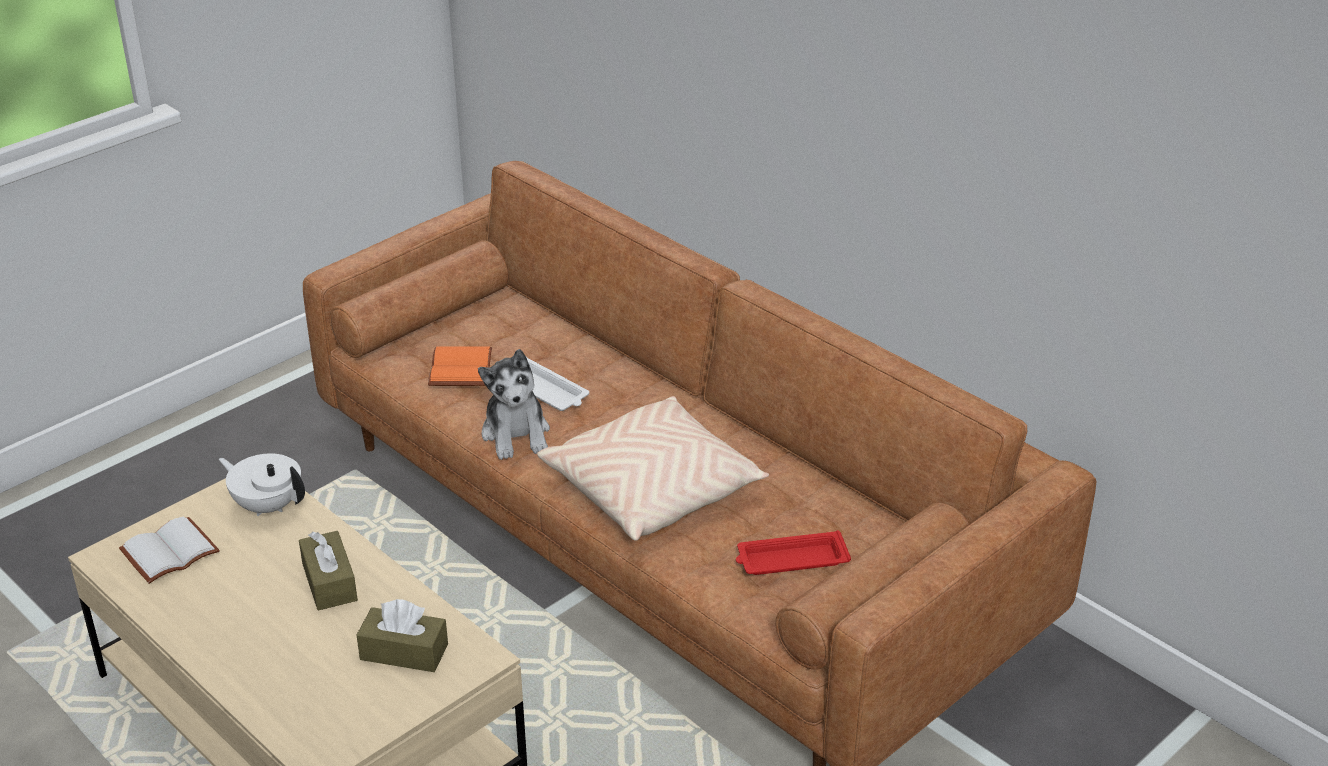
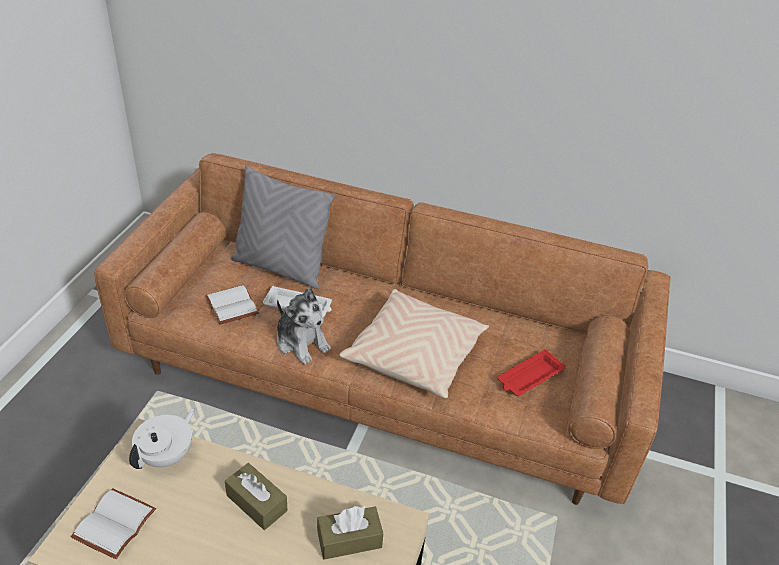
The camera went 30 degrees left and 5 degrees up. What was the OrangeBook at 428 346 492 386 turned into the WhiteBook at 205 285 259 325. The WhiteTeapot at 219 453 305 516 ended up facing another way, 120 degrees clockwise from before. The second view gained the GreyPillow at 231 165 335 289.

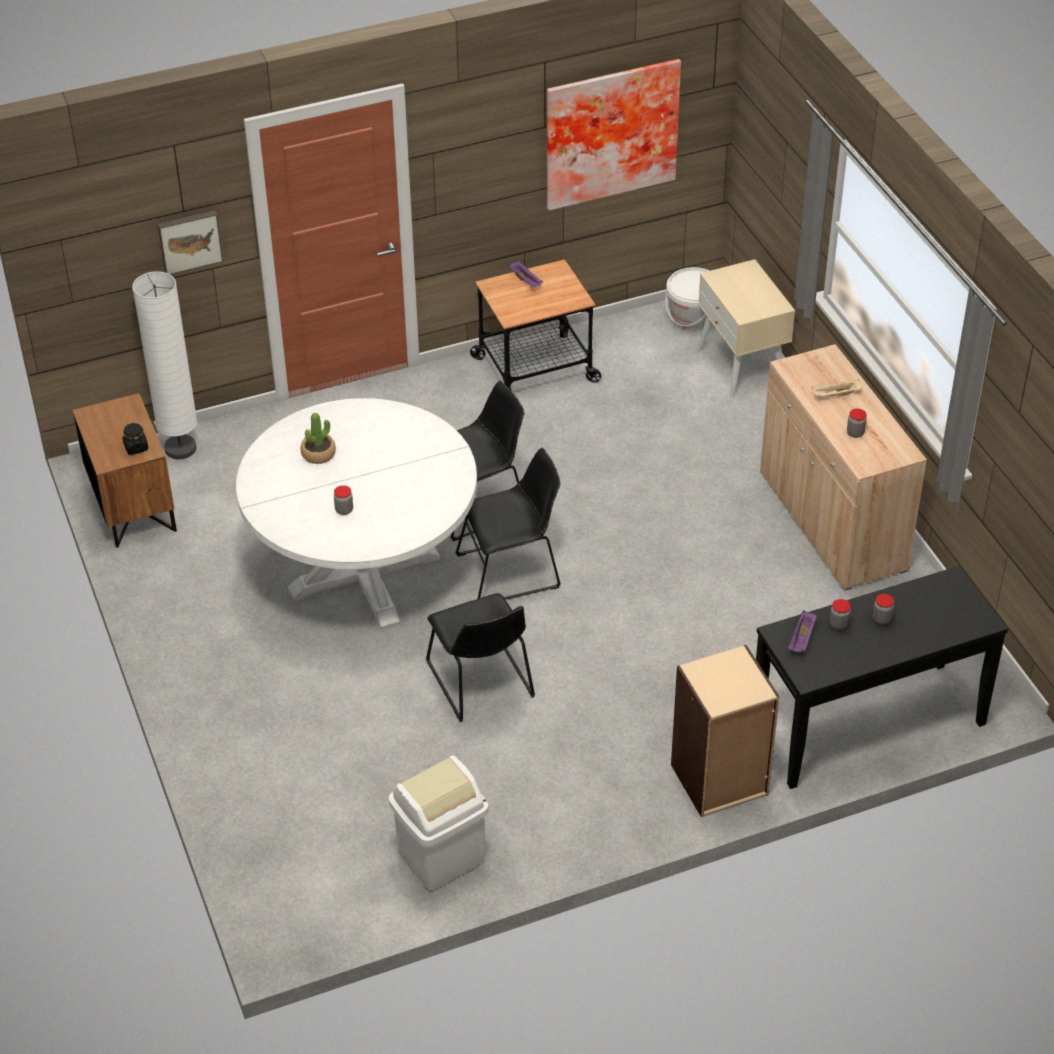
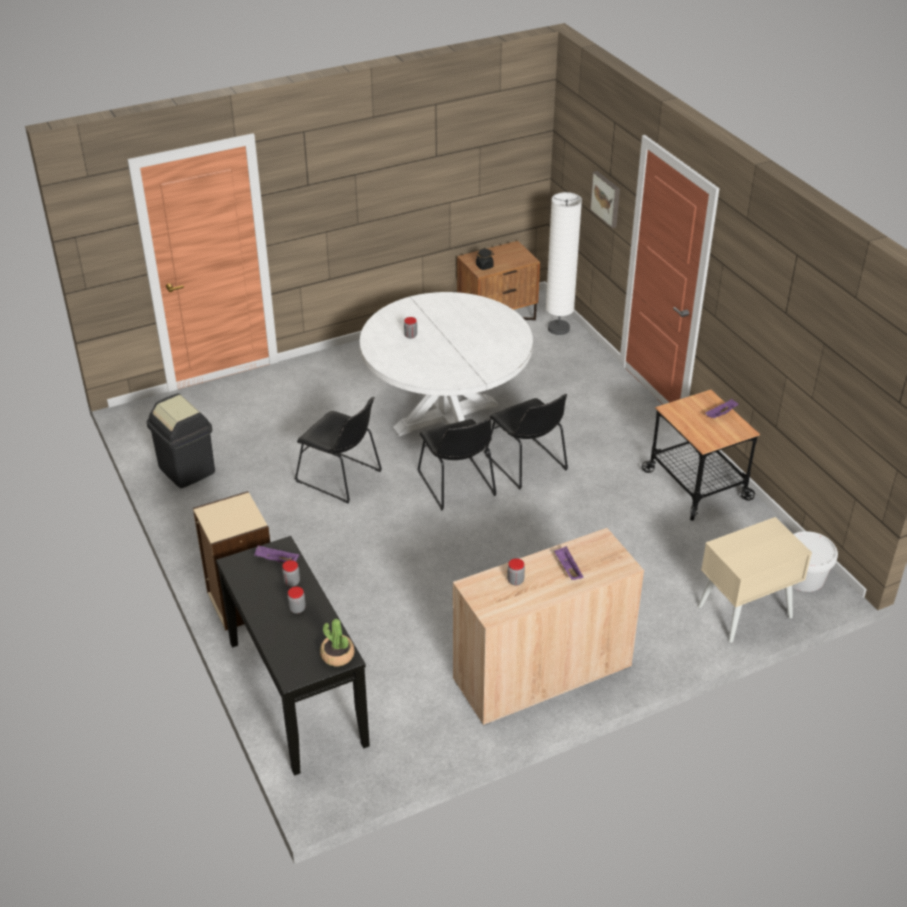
The camera went 85 degrees right and 5 degrees down. The second view lost the Picture at 547 59 681 210. What was the BeigeTray at 812 379 862 397 turned into the PurpleTray at 554 546 584 580. The PottedPlant ended up elsewhere, having gone from 300 413 336 464 to 320 619 354 666. The BlackChair at 426 593 535 722 ended up facing another way, 120 degrees counterclockwise from before. What was the WhiteTrashCan at 389 756 488 890 turned into the BlackTrashCan at 147 393 215 488.

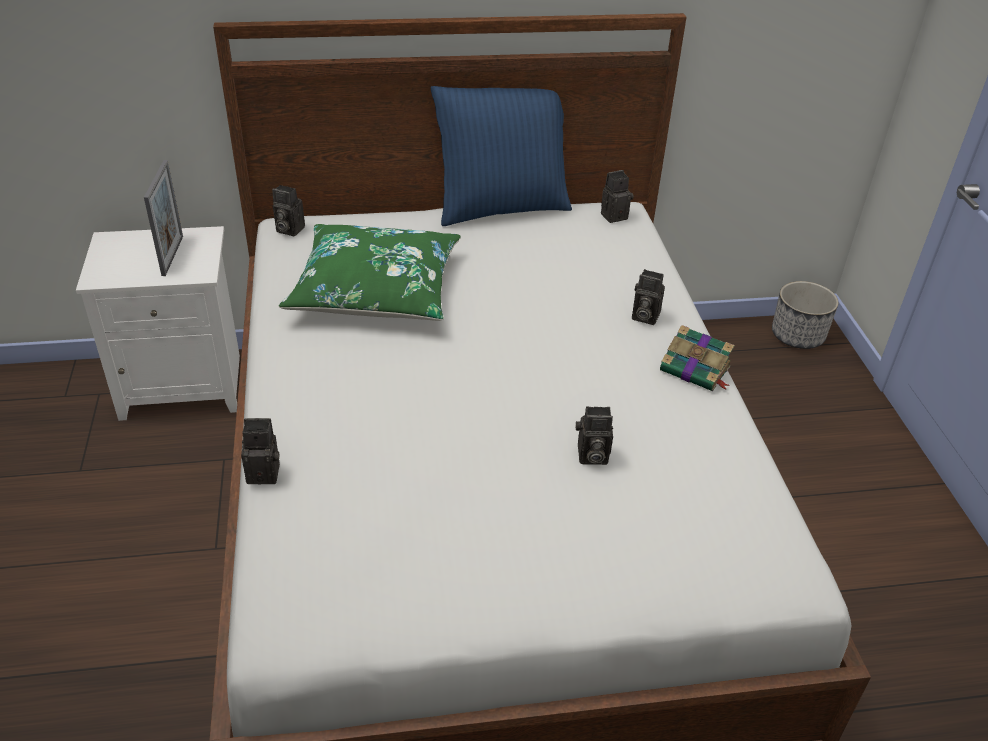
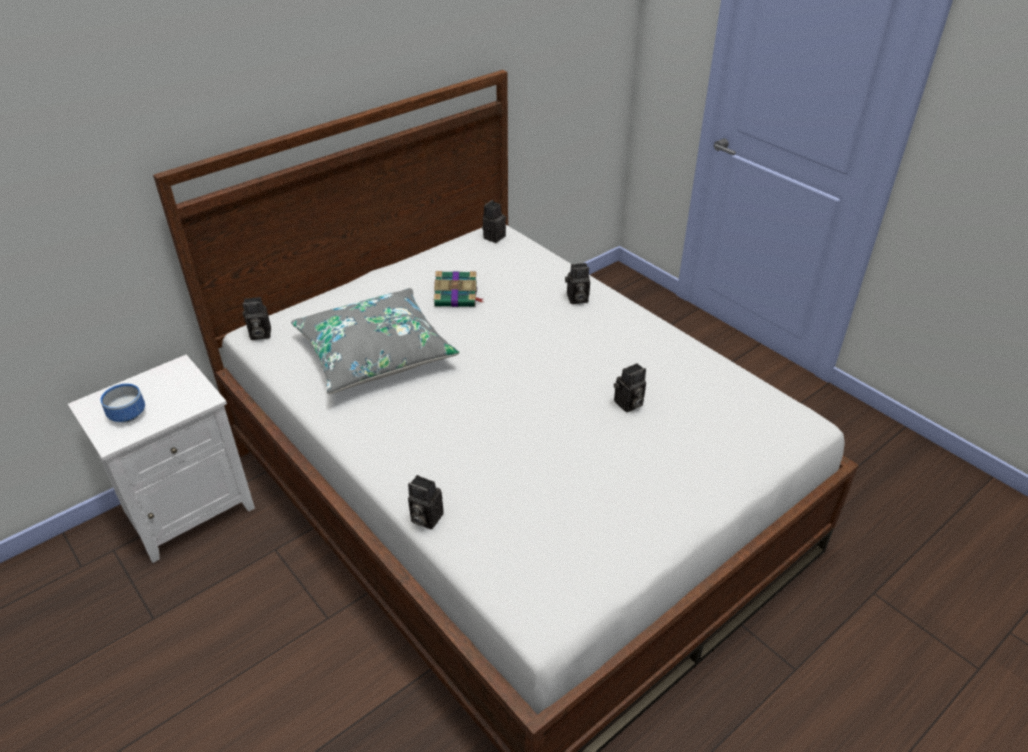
The camera went 30 degrees left and 0 degrees up. The second view lost the BluePillow at 431 86 572 226. The second view lost the PictureFrame at 144 160 183 276. What was the GreenPillow at 279 224 461 321 turned into the GreyPillow at 291 288 459 394. The second view lost the Planter at 772 281 839 349. The Book ended up elsewhere, having gone from 660 325 734 391 to 434 271 483 307. The PhotoCamera at 241 418 280 484 ended up facing another way, 120 degrees counterclockwise from before. The second view gained the Bowl at 100 384 145 422.

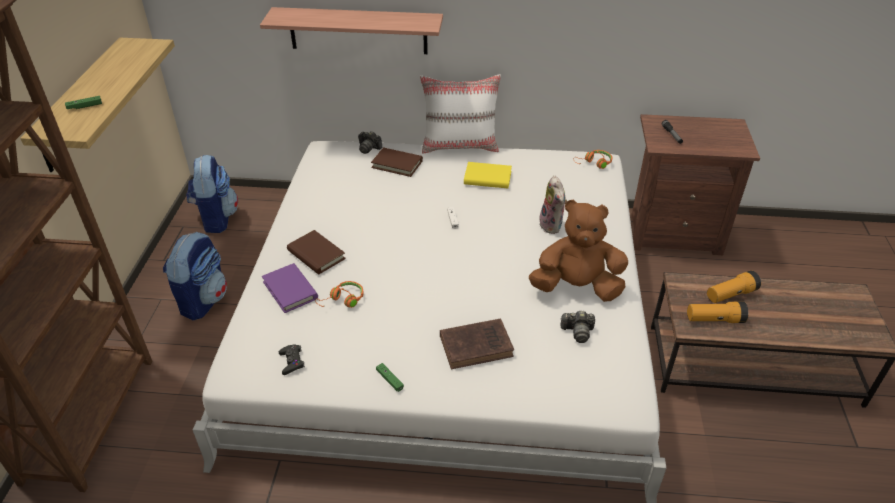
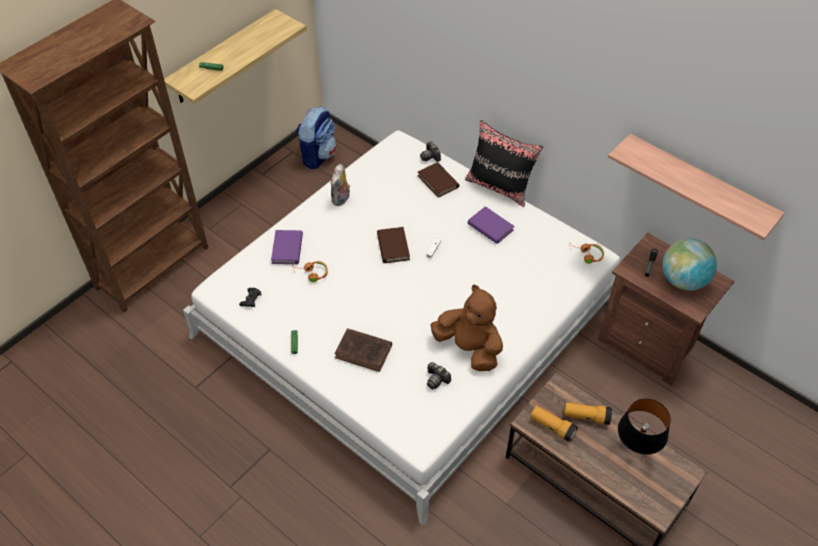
The camera went 35 degrees right and 10 degrees up. The Shelf ended up elsewhere, having gone from 260 7 443 54 to 608 134 785 240. What was the WhitePillow at 420 74 501 153 turned into the BlackPillow at 465 120 543 207. What was the YellowBook at 464 162 512 188 turned into the PurpleBook at 468 206 514 244. The PlushToy ended up elsewhere, having gone from 539 176 567 234 to 331 164 350 206. The BrownBook ended up elsewhere, having gone from 287 230 346 274 to 377 227 410 263. The second view lost the Backpack at 163 232 227 320. The second view gained the Globe at 662 238 717 290. The second view gained the BlackTableLamp at 618 399 671 455.

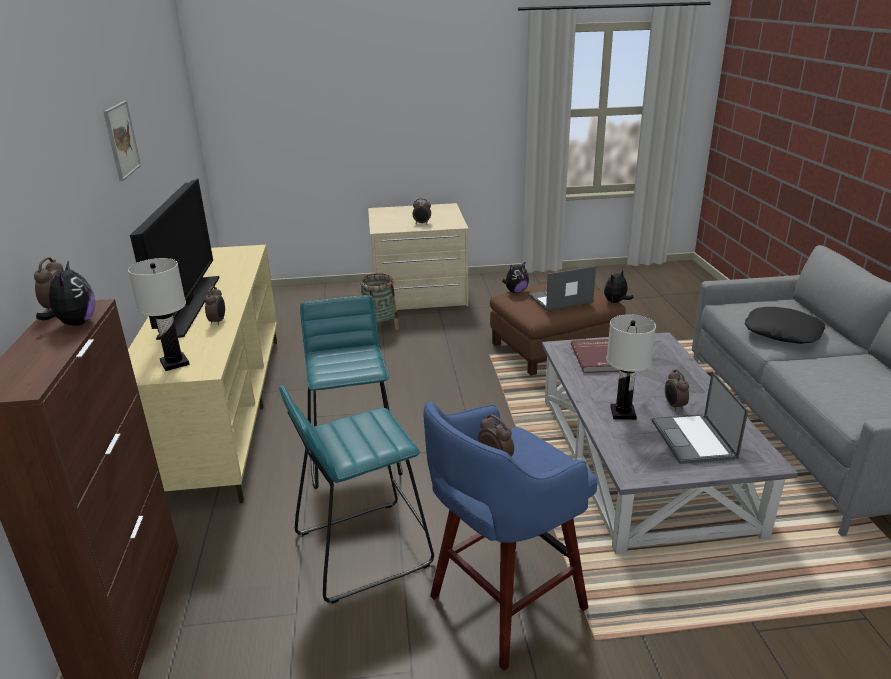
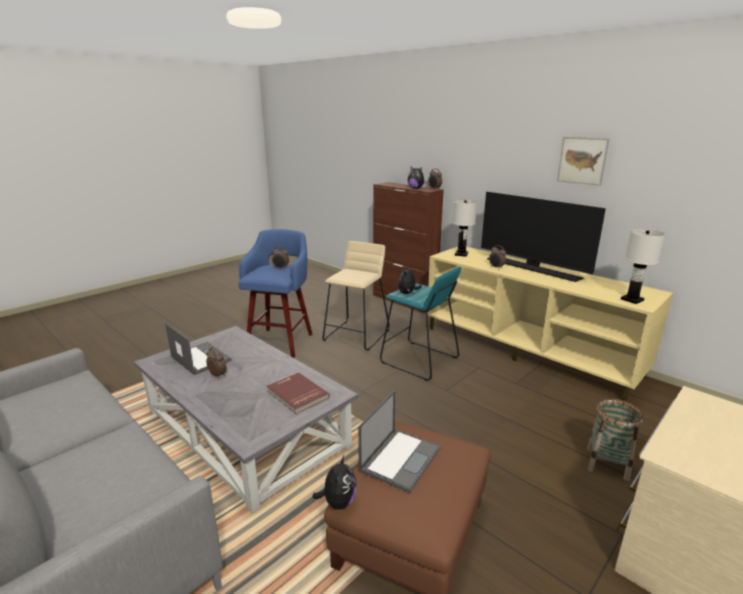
The camera went 140 degrees right and 5 degrees down. The second view lost the AlarmClock at 412 198 431 224. The PlushToy ended up elsewhere, having gone from 502 261 529 293 to 398 266 422 294. The second view lost the BlackPillow at 745 307 825 344. The WhiteTableLamp ended up elsewhere, having gone from 606 314 656 420 to 621 229 665 304. What was the TurquoiseStool at 279 385 434 604 turned into the BeigeStool at 322 241 390 351.

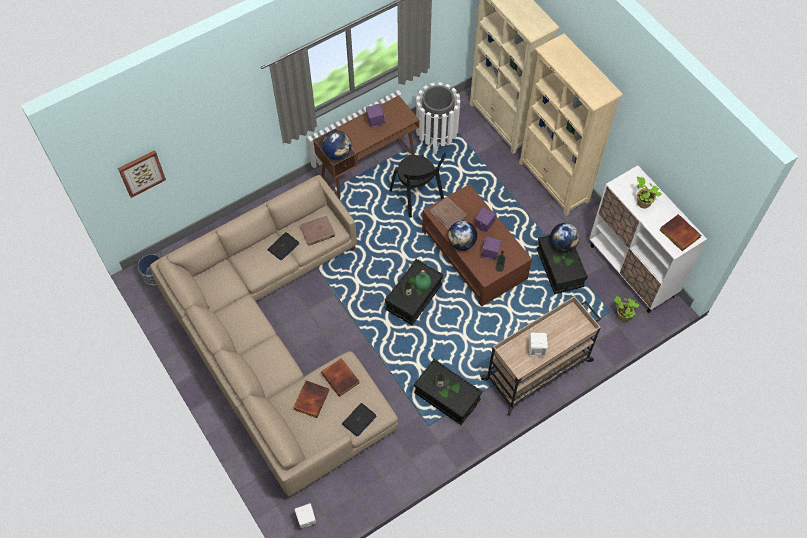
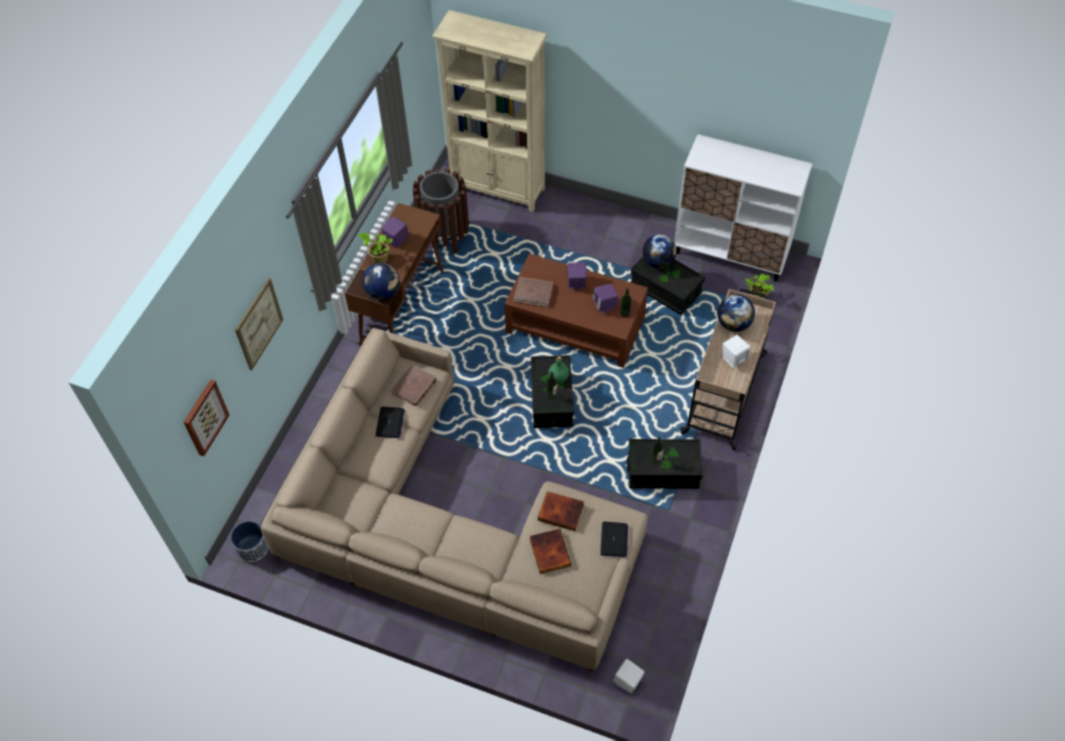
The camera went 35 degrees left and 5 degrees down. The second view lost the BeigeBookcase at 519 33 623 216. What was the WhiteTrashCan at 416 82 460 154 turned into the BrownTrashCan at 413 168 469 254. The second view lost the BlackChair at 389 153 446 218. The PottedPlant ended up elsewhere, having gone from 637 177 662 209 to 358 233 392 263. The second view lost the Book at 660 214 701 251. The Globe ended up elsewhere, having gone from 448 221 477 250 to 717 295 755 332. The second view gained the Picture at 235 278 283 370.

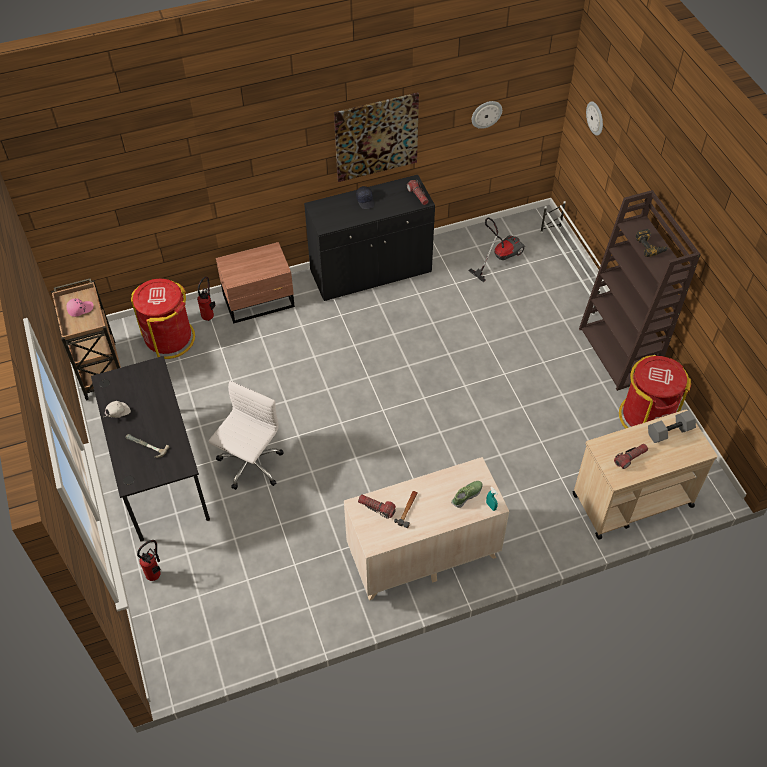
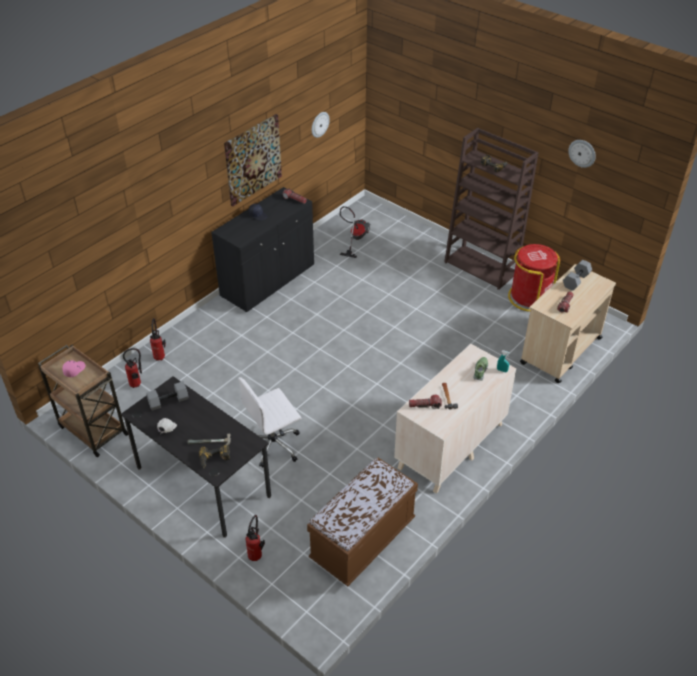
The camera went 30 degrees left and 10 degrees down. The WallClock ended up elsewhere, having gone from 586 101 603 136 to 568 140 596 168. The second view lost the WhiteShoeRack at 540 201 609 315. The second view lost the BrownNightstand at 216 242 295 324. Where the RedTrashCan stood at 131 279 195 359, the FireExtinguisher came to stand at 123 348 142 388. The WhiteOfficeChair at 209 381 284 490 ended up facing another way, 120 degrees counterclockwise from before. The second view gained the GreyDumbbell at 147 381 188 411. The second view gained the PowerDrill at 199 445 230 469. The second view gained the BrownBench at 307 458 418 586.

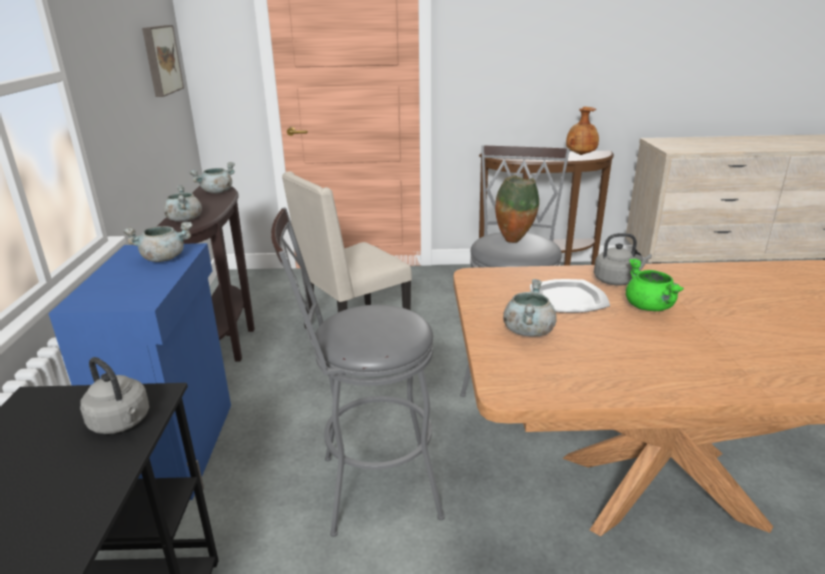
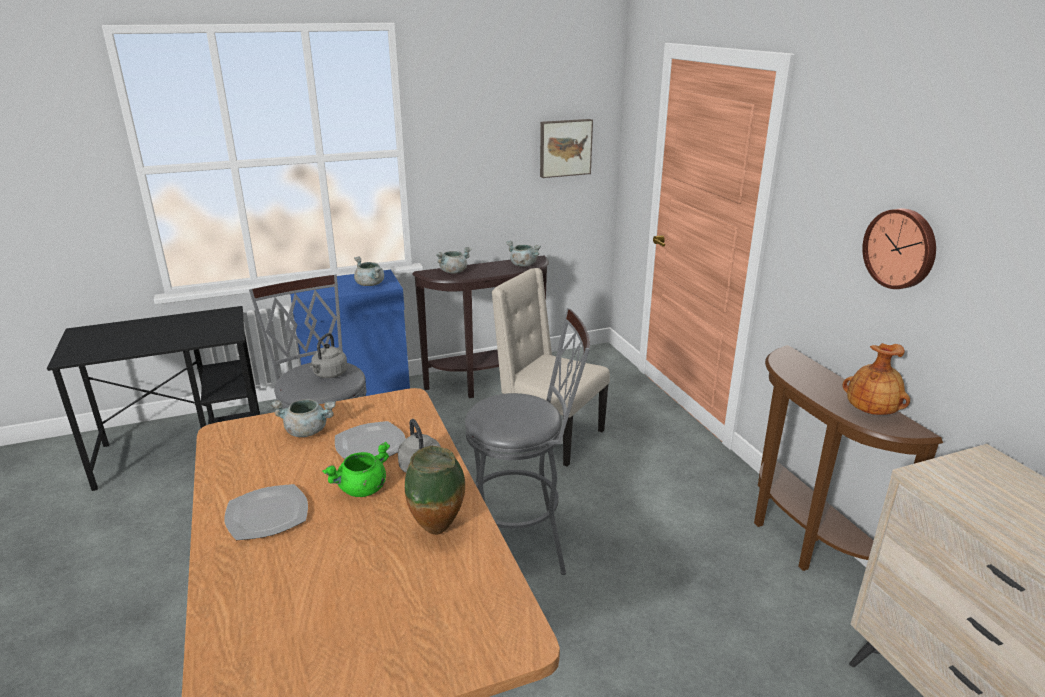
The camera went 70 degrees right and 0 degrees up. The Vase ended up elsewhere, having gone from 495 175 539 243 to 405 446 465 535. The GreyKettle ended up elsewhere, having gone from 80 357 149 434 to 309 333 347 378. The second view gained the WallClock at 862 208 936 289. The second view gained the Plate at 224 484 308 540.

